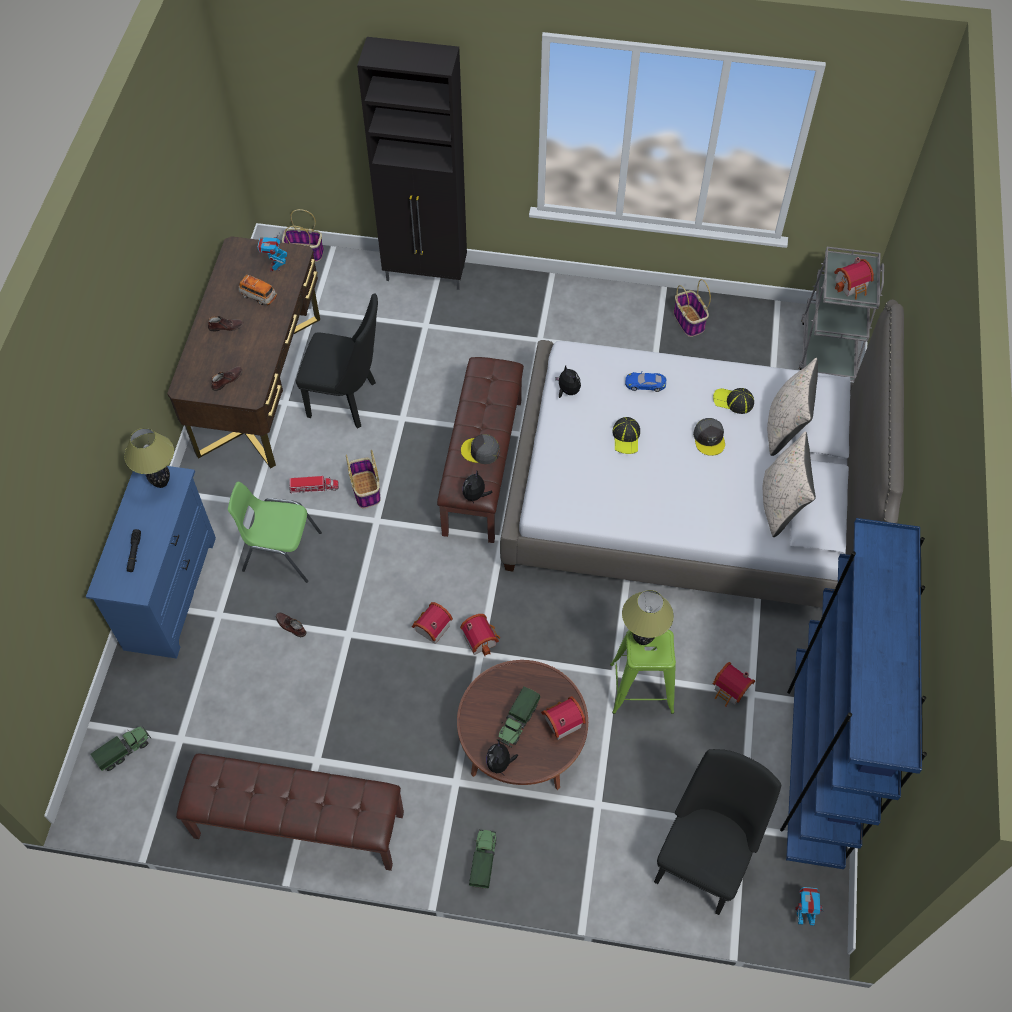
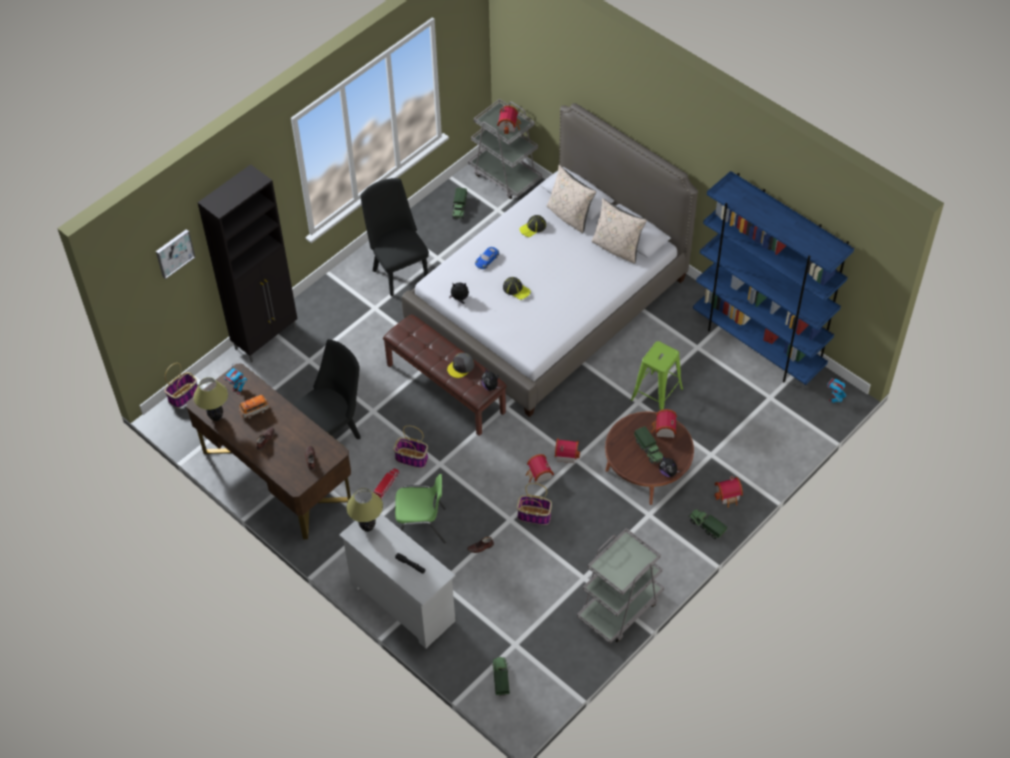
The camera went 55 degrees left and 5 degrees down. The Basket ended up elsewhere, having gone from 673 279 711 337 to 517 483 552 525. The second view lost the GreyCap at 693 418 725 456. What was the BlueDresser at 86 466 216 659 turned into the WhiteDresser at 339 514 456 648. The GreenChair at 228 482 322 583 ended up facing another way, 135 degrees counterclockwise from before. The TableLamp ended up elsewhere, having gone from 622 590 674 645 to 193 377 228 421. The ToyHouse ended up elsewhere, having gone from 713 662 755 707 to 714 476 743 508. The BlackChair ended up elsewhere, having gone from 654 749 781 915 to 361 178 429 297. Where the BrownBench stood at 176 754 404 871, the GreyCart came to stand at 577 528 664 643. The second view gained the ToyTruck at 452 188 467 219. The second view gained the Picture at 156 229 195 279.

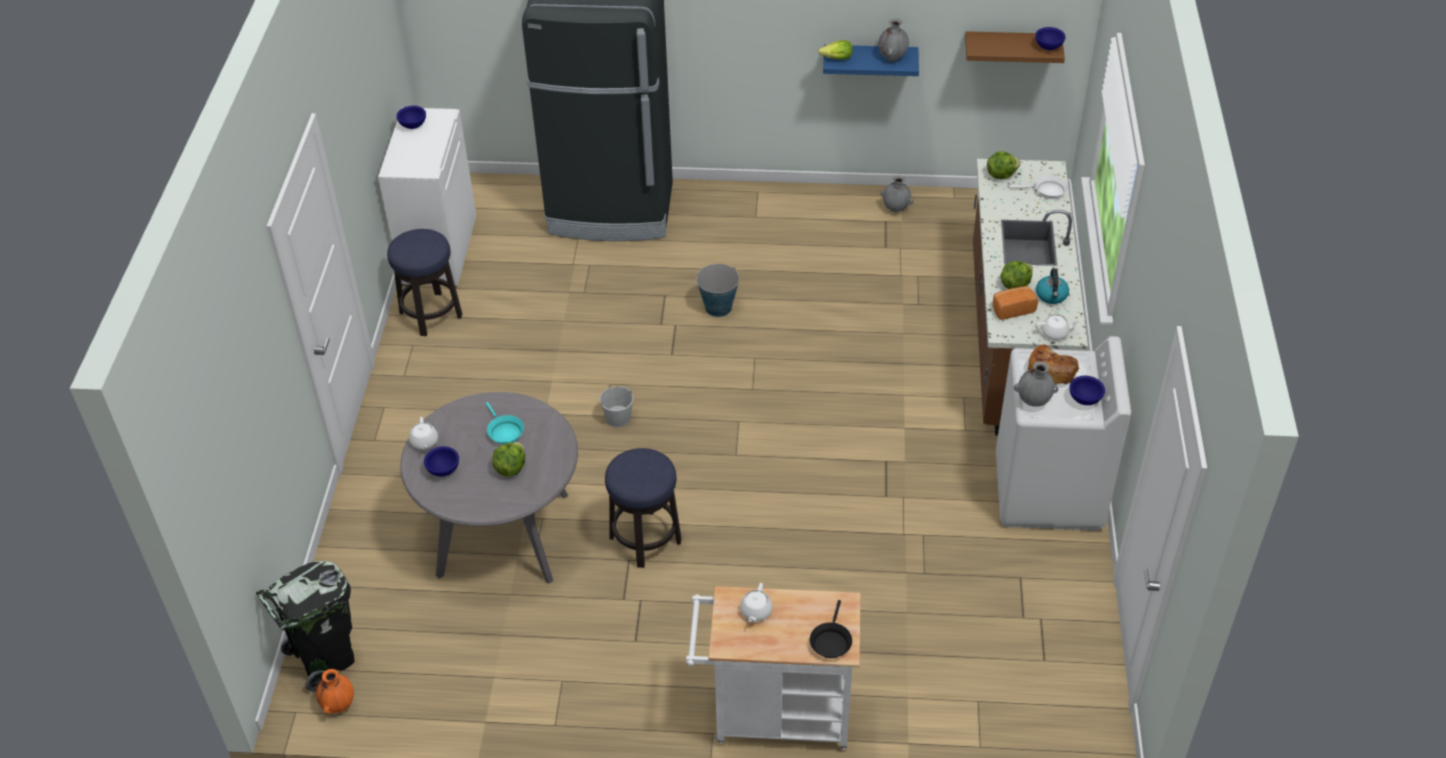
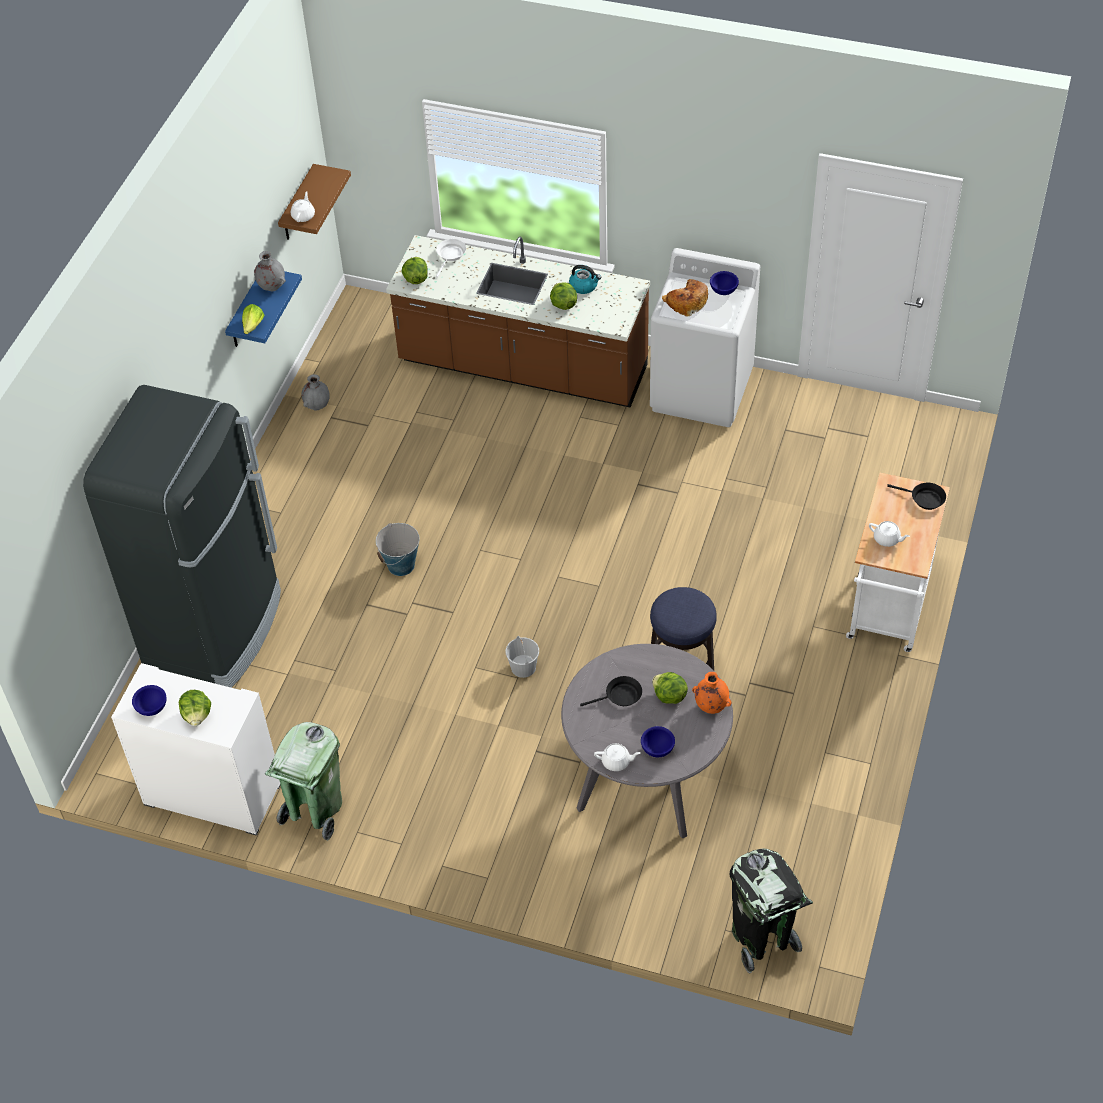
The camera went 75 degrees left and 5 degrees up. The second view lost the BlueBowl at 1035 27 1066 50. Where the Stool stood at 387 229 462 336, the GreenTrashCan came to stand at 265 722 342 841. The second view lost the Bread at 993 286 1038 320. The WhiteTeapot ended up elsewhere, having gone from 1036 314 1081 340 to 291 191 315 222. The second view lost the GreyVase at 1014 361 1058 407. What was the TurquoiseFryingPan at 486 402 524 444 turned into the BlackFryingPan at 580 676 642 706. The OrangeVase ended up elsewhere, having gone from 316 669 354 714 to 692 672 732 714. The second view gained the Lettuce at 179 690 211 726.

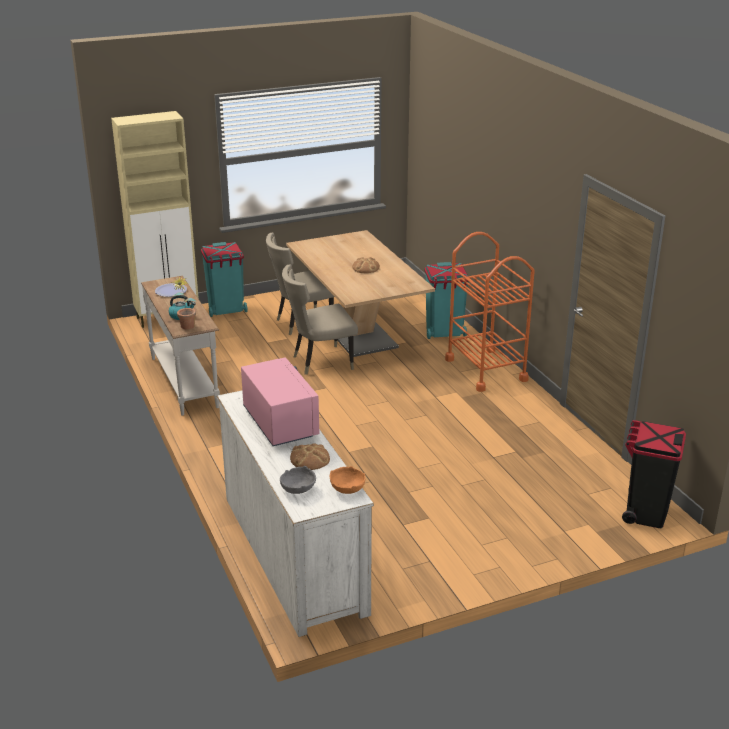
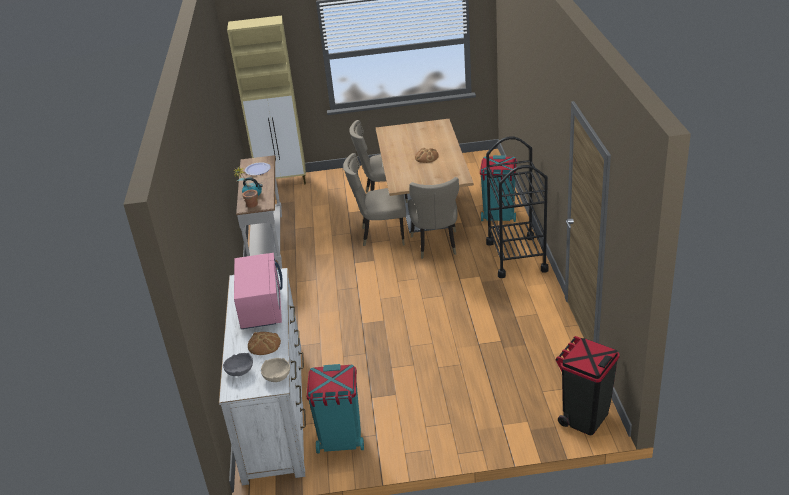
The camera went 20 degrees right and 5 degrees up. What was the OrangeCart at 445 232 535 392 turned into the BlackCart at 486 136 549 278. The TurquoiseTrashCan ended up elsewhere, having gone from 201 242 248 317 to 307 364 364 454. What was the OrangeBowl at 330 466 366 494 turned into the BeigeBowl at 261 358 290 382. The second view gained the BeigeChair at 408 177 459 259.

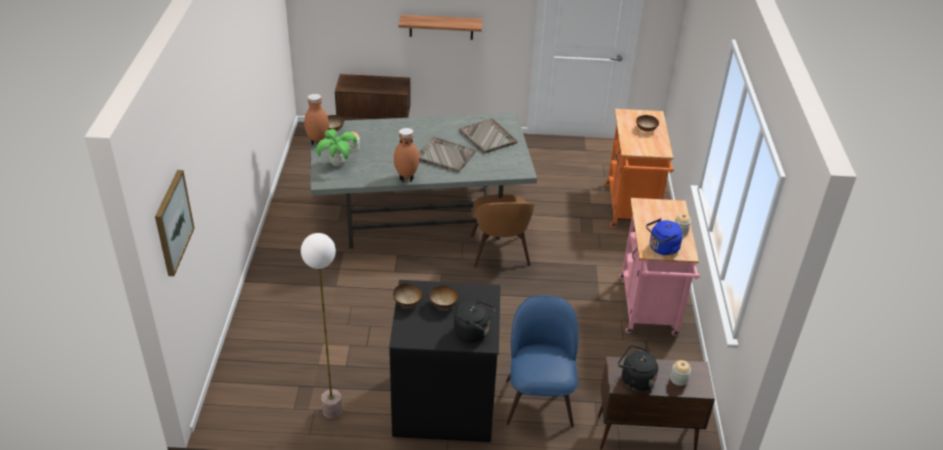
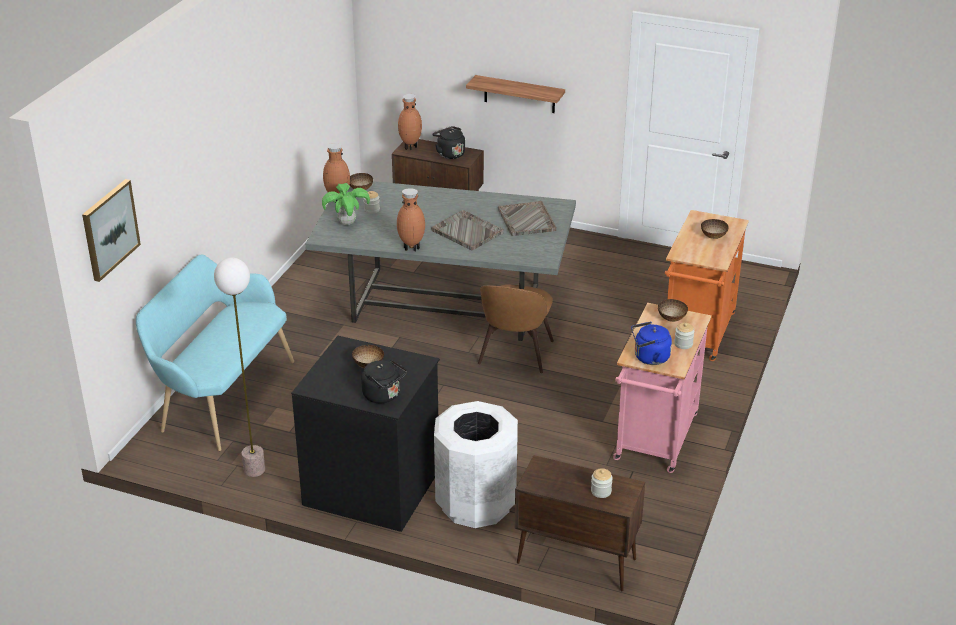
The camera went 20 degrees right and 5 degrees down. The Bowl ended up elsewhere, having gone from 393 283 422 307 to 658 299 688 322. Where the BlueChair stood at 506 295 578 427, the WhiteTrashCan came to stand at 434 401 518 528. The BlackKettle ended up elsewhere, having gone from 618 345 658 391 to 432 126 465 159. The second view gained the BrownVase at 398 94 422 150. The second view gained the TurquoiseBench at 136 255 294 451.

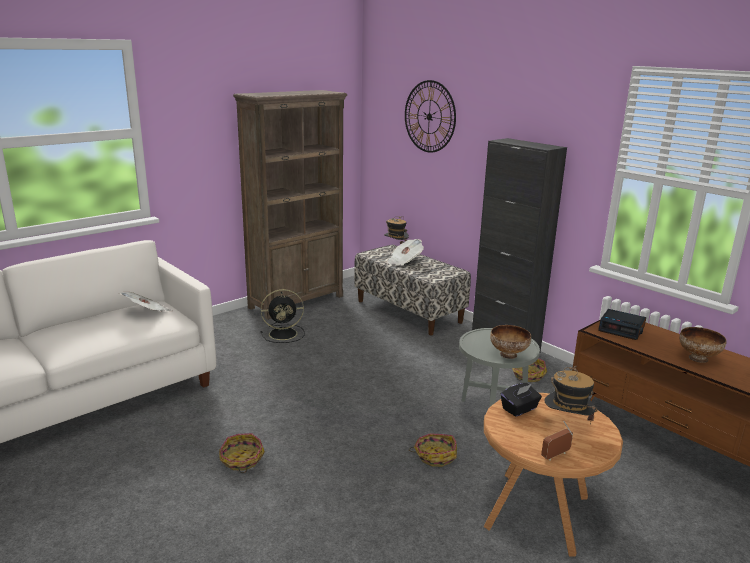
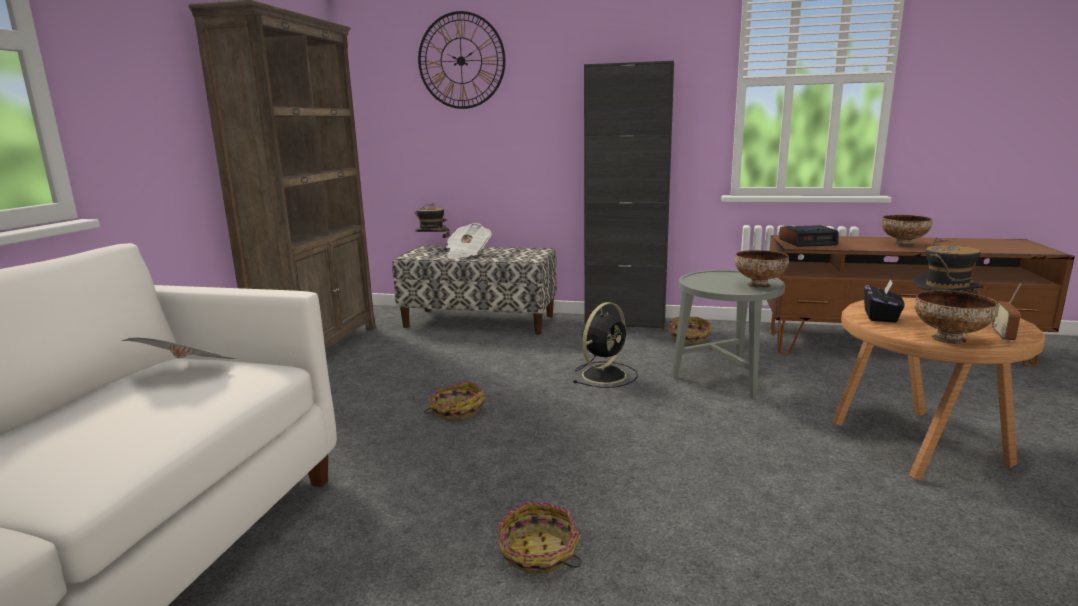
The camera went 35 degrees left and 5 degrees down. The BlackFan ended up elsewhere, having gone from 260 289 305 343 to 573 302 638 388. The Basket ended up elsewhere, having gone from 409 434 457 467 to 424 381 486 420. The second view gained the Bowl at 915 290 998 344.

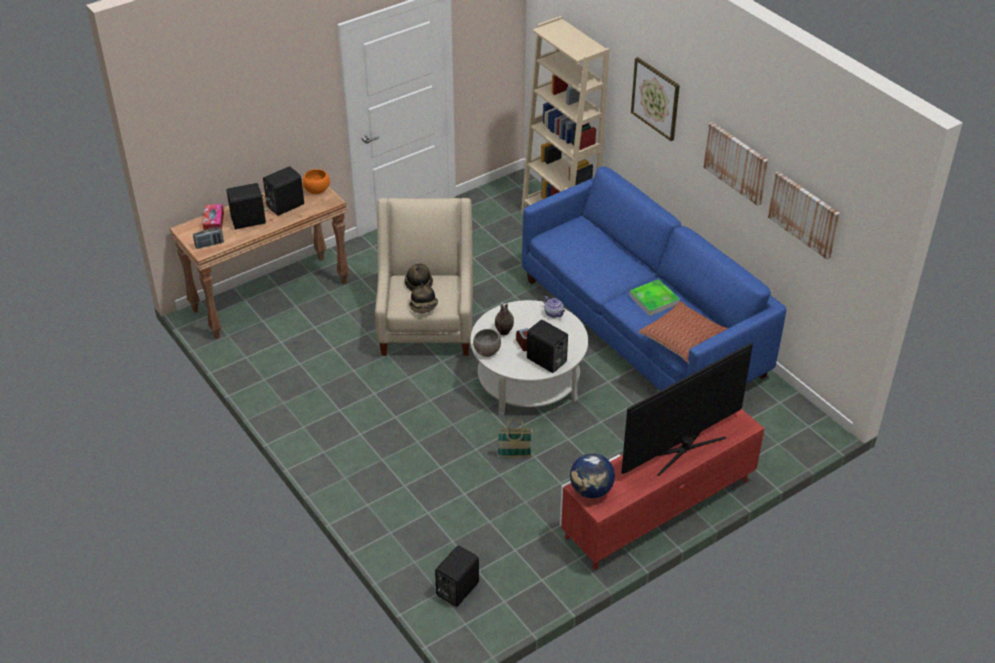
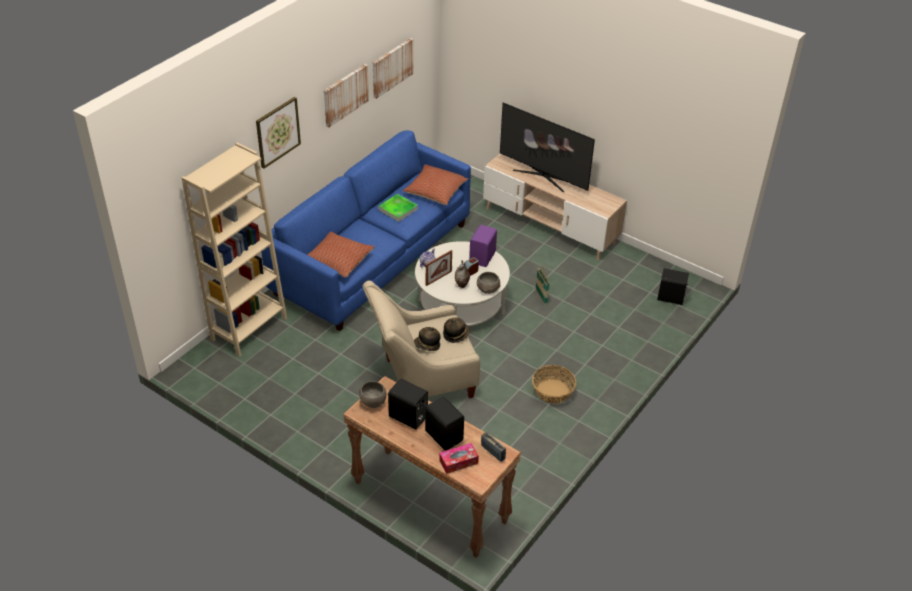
The camera went 110 degrees left and 0 degrees up. What was the OrangeBowl at 303 169 330 194 turned into the GreyBowl at 359 381 387 408. What was the BlackSpeaker at 527 320 568 373 turned into the PurpleSpeaker at 469 225 497 267. What was the RedTvStand at 560 409 764 570 turned into the BeigeTvStand at 483 154 627 260. The second view lost the Globe at 570 453 615 498. The second view gained the Pillow at 307 232 374 278. The second view gained the PictureFrame at 426 250 452 286. The second view gained the Basket at 532 365 576 404.

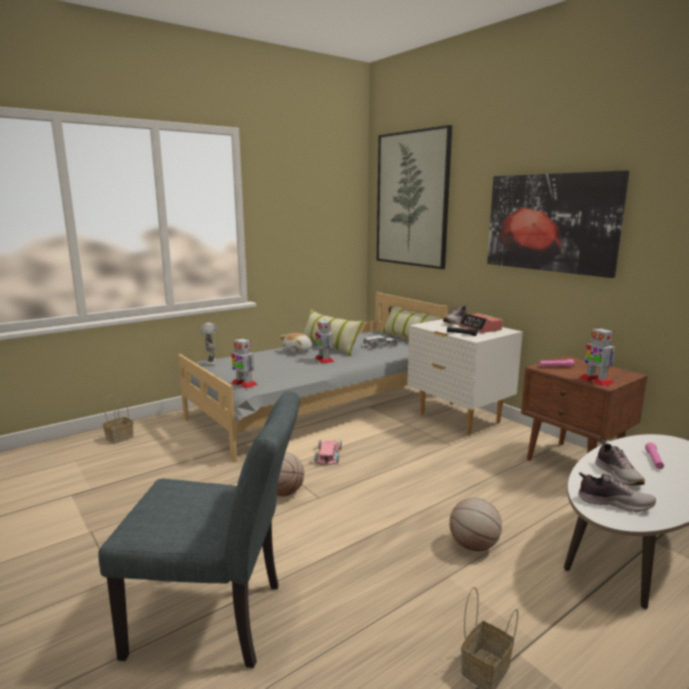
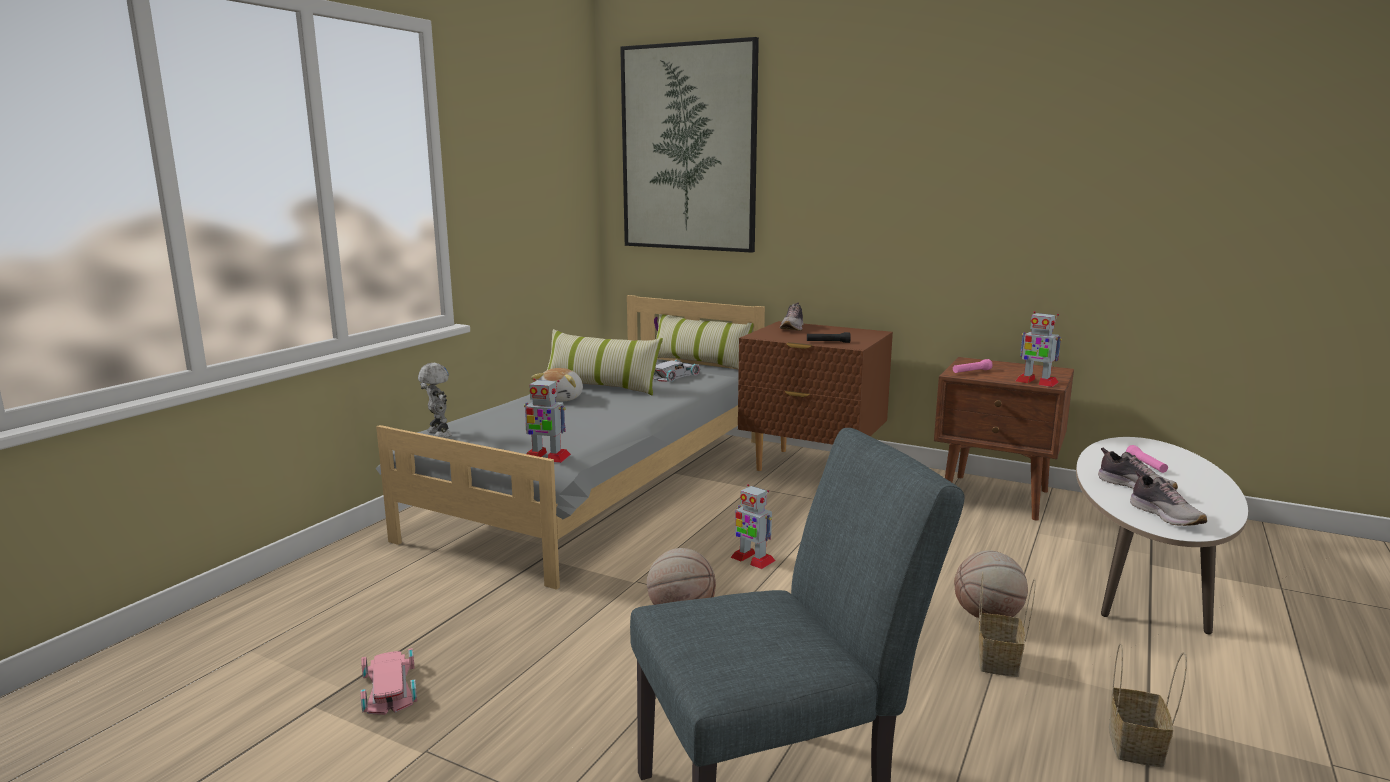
The camera went 25 degrees left and 0 degrees up. The second view lost the Picture at 487 170 629 278. The second view lost the AlarmClock at 459 313 503 333. The ToyRobot ended up elsewhere, having gone from 315 319 334 364 to 731 484 776 569. What was the WhiteNightstand at 407 319 523 435 turned into the BrownNightstand at 738 321 893 471. The Basket ended up elsewhere, having gone from 103 395 134 444 to 978 572 1036 677. The PinkToyCar ended up elsewhere, having gone from 314 440 342 465 to 361 648 417 715. The Shoe at 578 472 656 512 ended up facing another way, 75 degrees clockwise from before.

